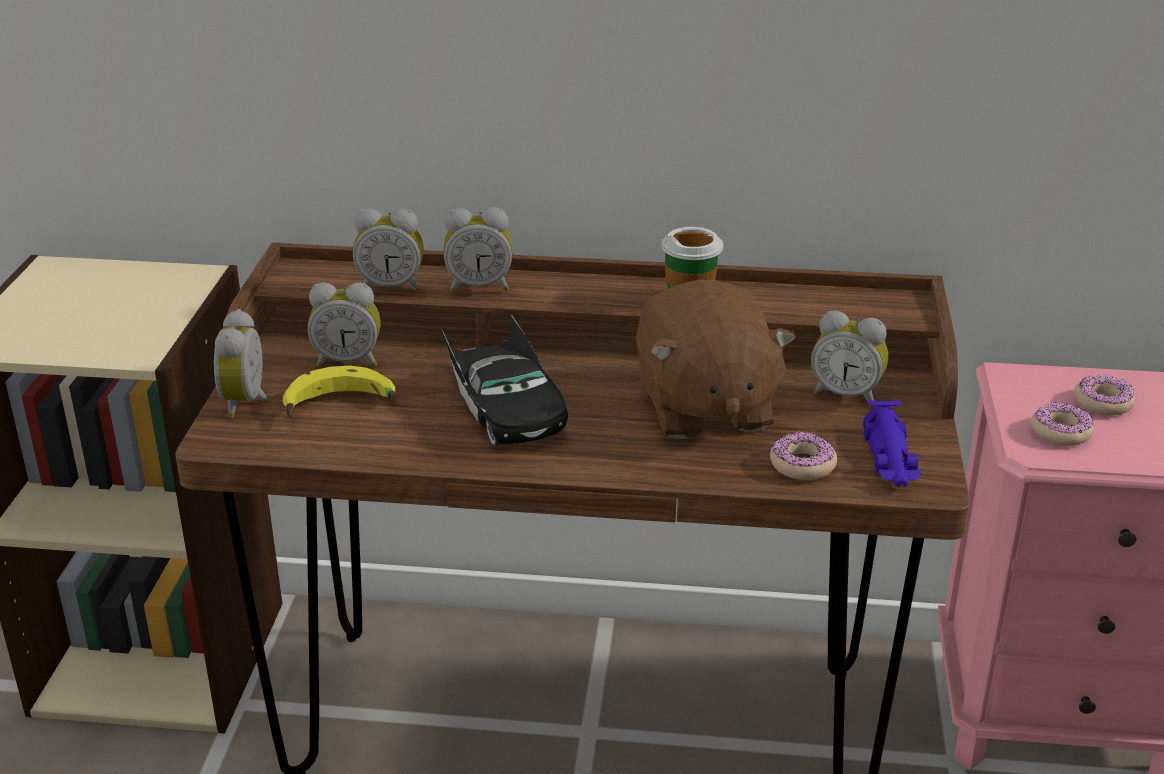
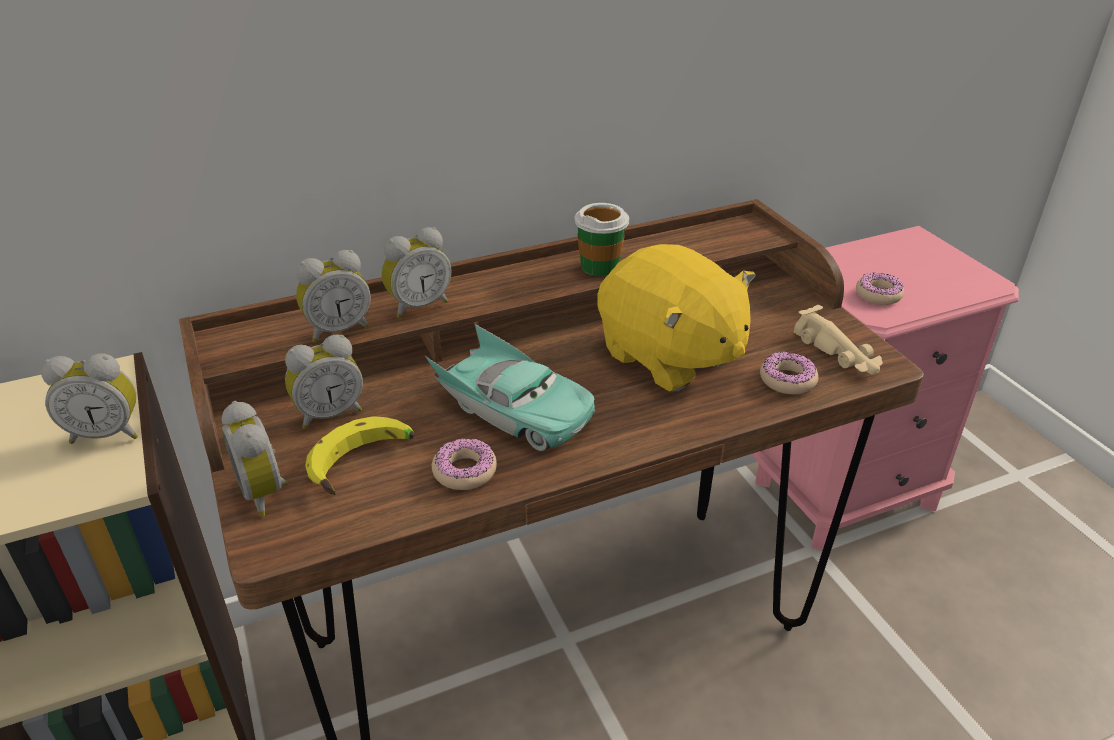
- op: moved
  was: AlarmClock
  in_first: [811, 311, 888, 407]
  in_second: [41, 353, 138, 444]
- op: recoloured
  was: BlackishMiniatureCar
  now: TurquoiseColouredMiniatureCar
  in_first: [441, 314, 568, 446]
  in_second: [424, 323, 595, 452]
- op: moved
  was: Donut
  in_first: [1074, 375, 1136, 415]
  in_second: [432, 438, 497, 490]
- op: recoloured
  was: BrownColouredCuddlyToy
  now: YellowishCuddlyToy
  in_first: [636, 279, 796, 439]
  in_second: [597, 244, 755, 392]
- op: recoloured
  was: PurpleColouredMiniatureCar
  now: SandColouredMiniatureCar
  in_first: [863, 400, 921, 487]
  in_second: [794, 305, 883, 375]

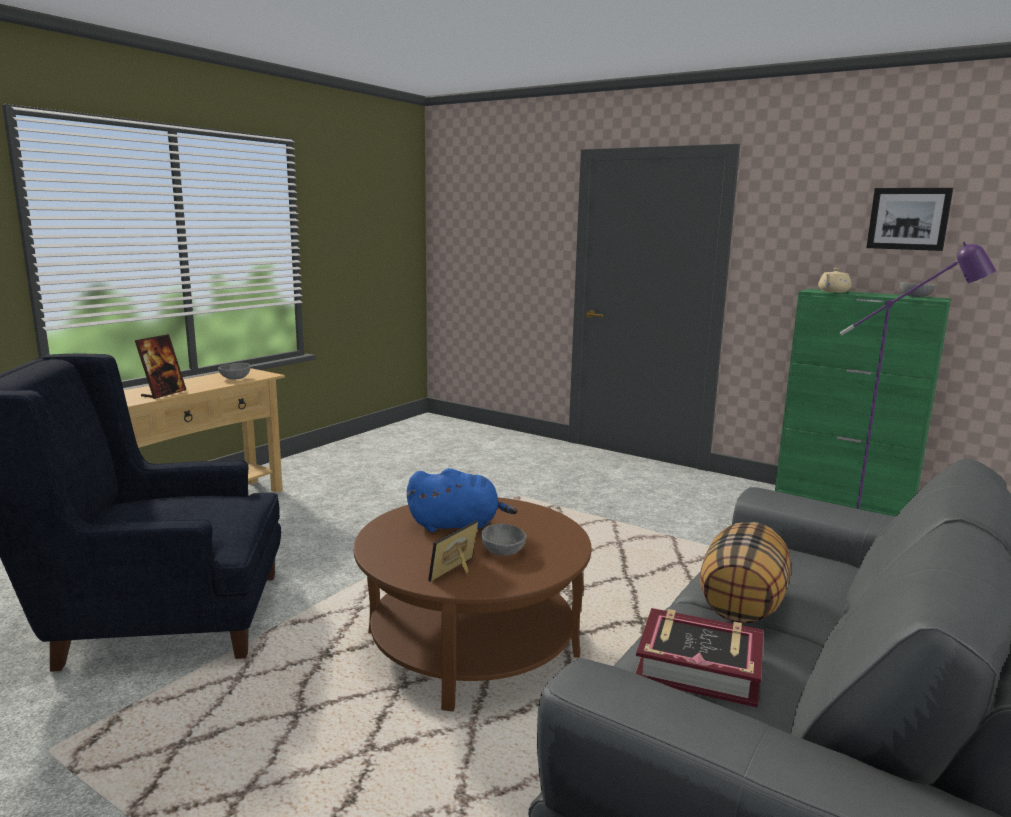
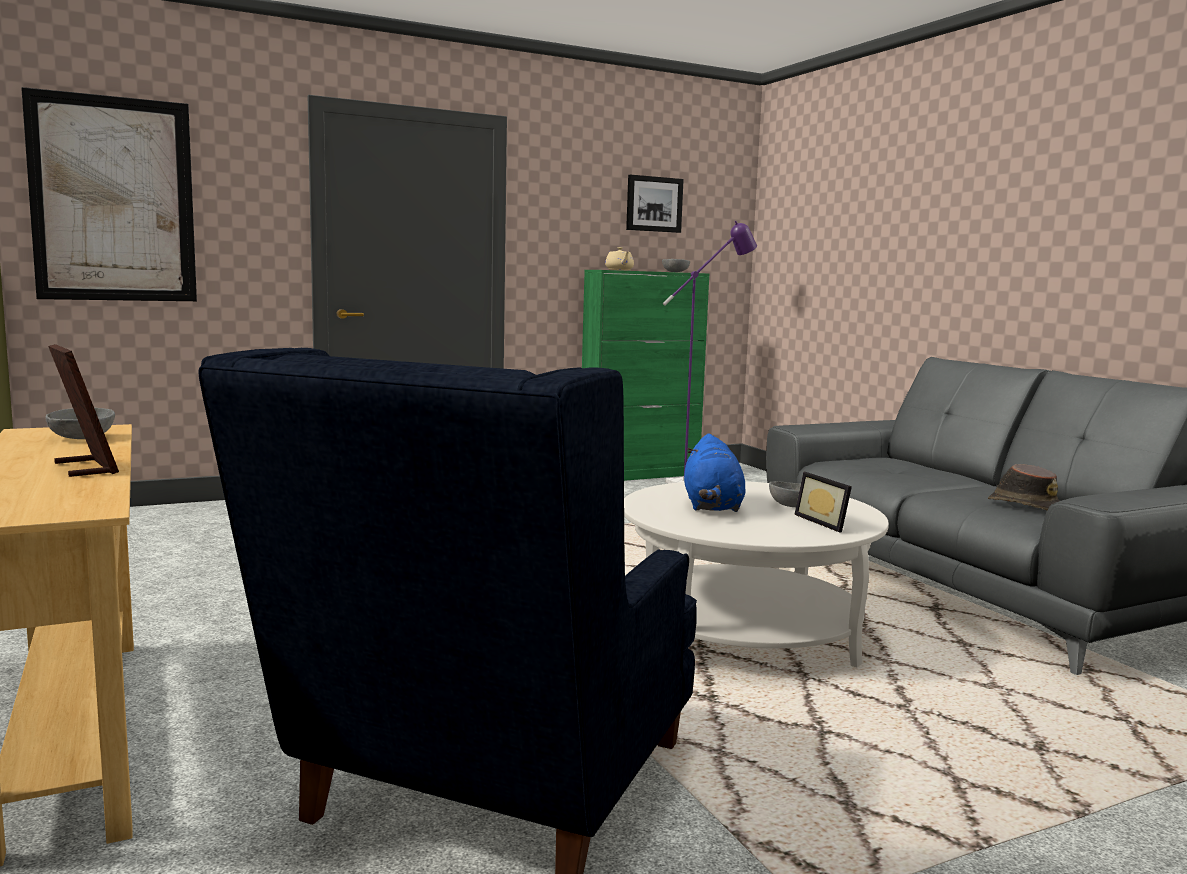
- op: added
  now: WallPicture
  in_second: [21, 87, 197, 301]
- op: recoloured
  was: BrownColouredLoungeTable
  now: WhitishLoungeTable
  in_first: [354, 497, 591, 712]
  in_second: [624, 481, 889, 667]
- op: turned
  was: BlueColouredCuddlyToy
  in_first: [407, 468, 517, 532]
  in_second: [684, 434, 746, 512]
  clockwise: 150
- op: replaced
  was: BoundBook
  now: BrownColouredClothingHat
  in_first: [635, 608, 763, 708]
  in_second: [988, 464, 1060, 510]
- op: removed
  was: ThrowPillow
  in_first: [700, 522, 791, 623]

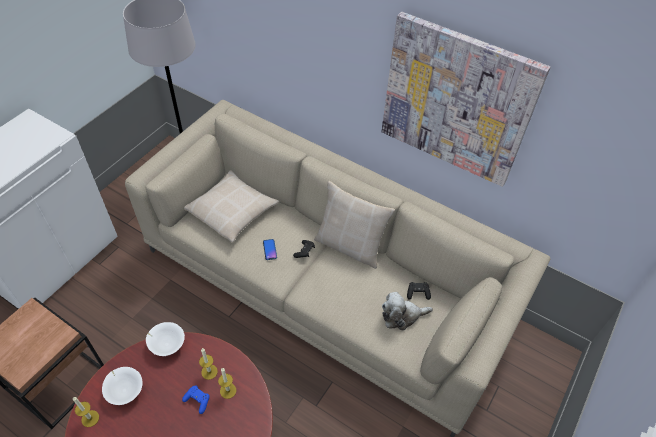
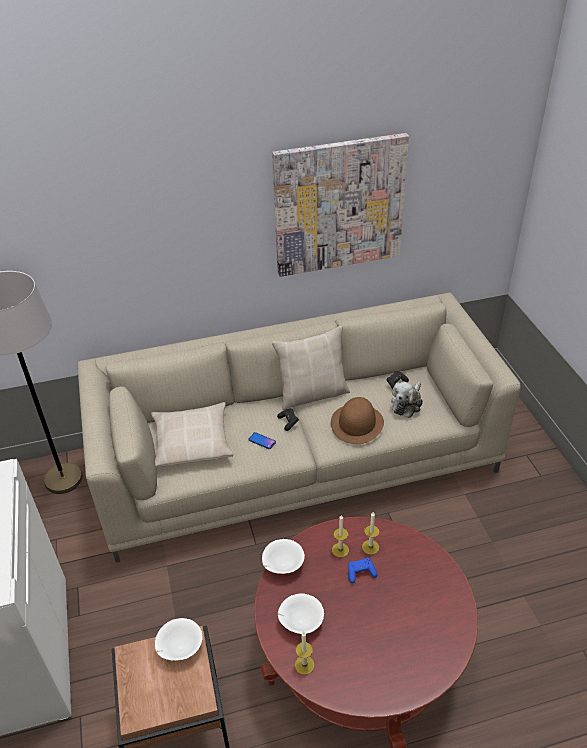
- op: added
  now: WhitishBowl
  in_second: [155, 618, 203, 661]
- op: added
  now: BrownColouredClothingHat
  in_second: [331, 397, 384, 444]

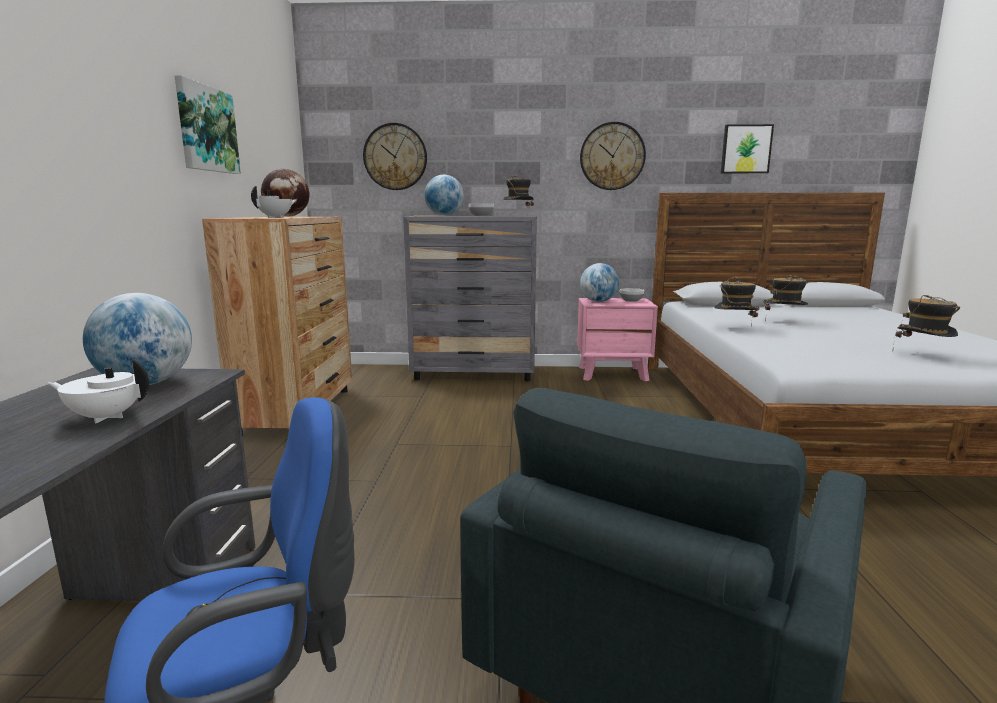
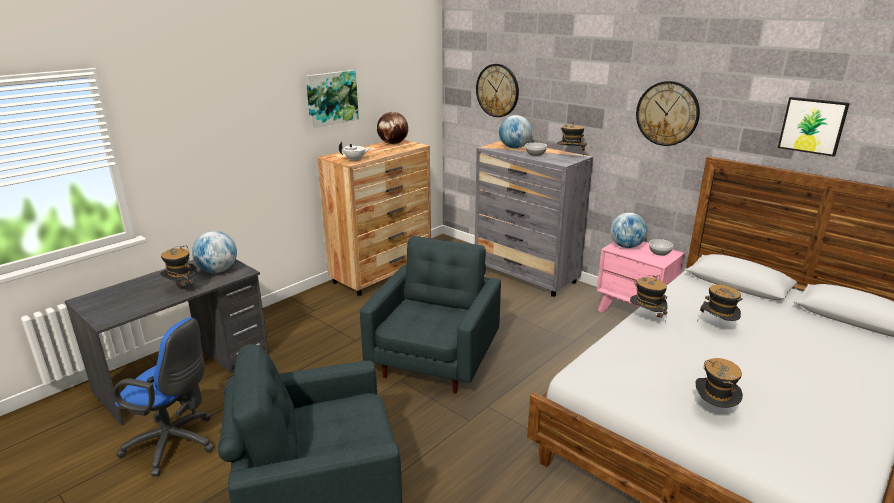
- op: replaced
  was: WhitishTeaPot
  now: ClothingHat
  in_first: [48, 359, 149, 423]
  in_second: [160, 246, 197, 291]
- op: added
  now: GrayArmchair
  in_second: [360, 236, 501, 393]

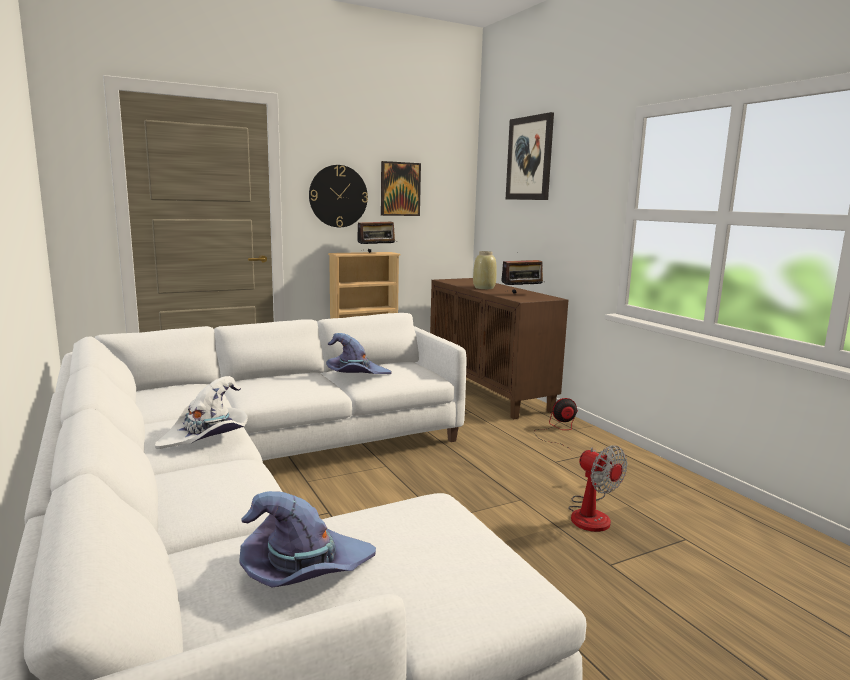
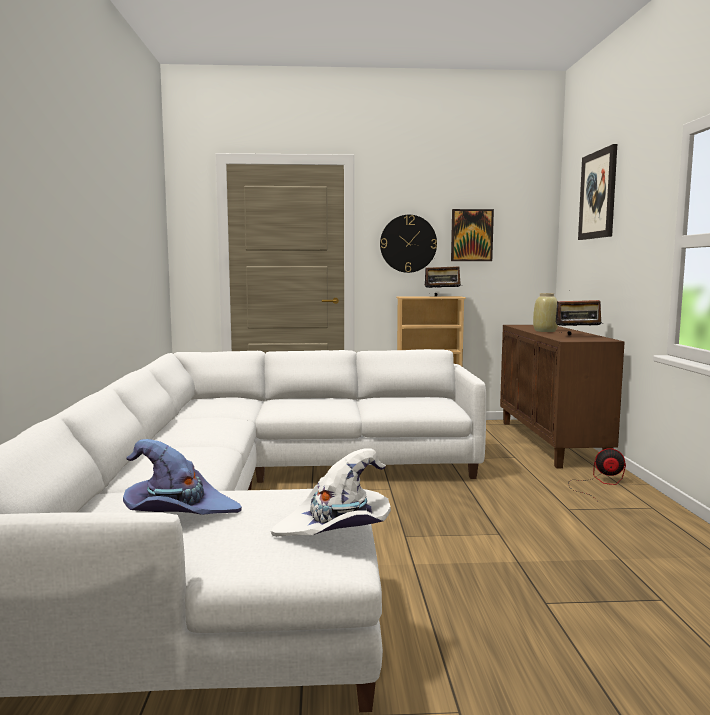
- op: moved
  was: WhitishClothingHat
  in_first: [155, 376, 248, 449]
  in_second: [271, 448, 391, 537]
- op: removed
  was: PurpleColouredClothingHat
  in_first: [326, 333, 392, 374]
- op: removed
  was: ElectricFan
  in_first: [568, 445, 628, 532]

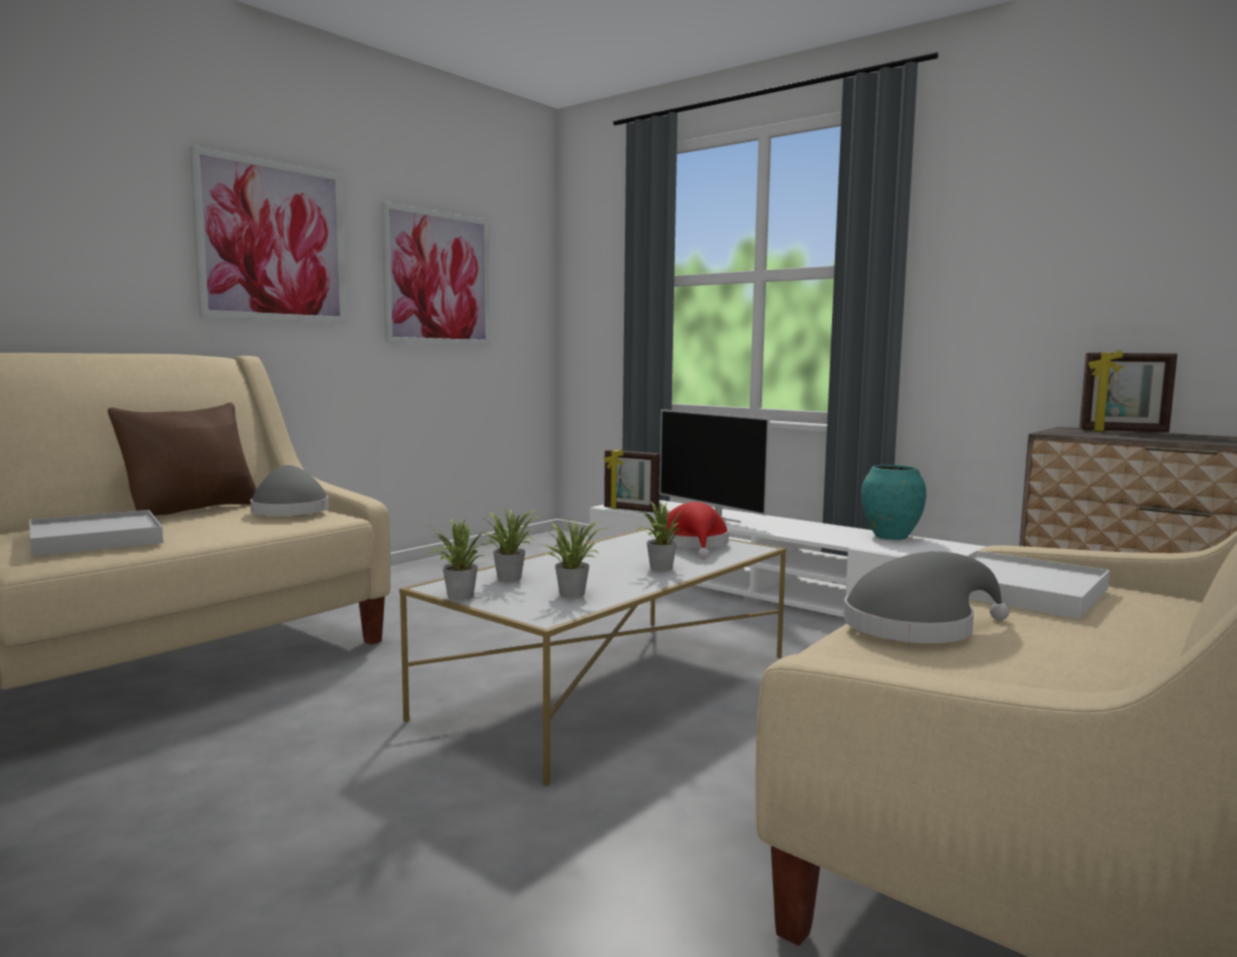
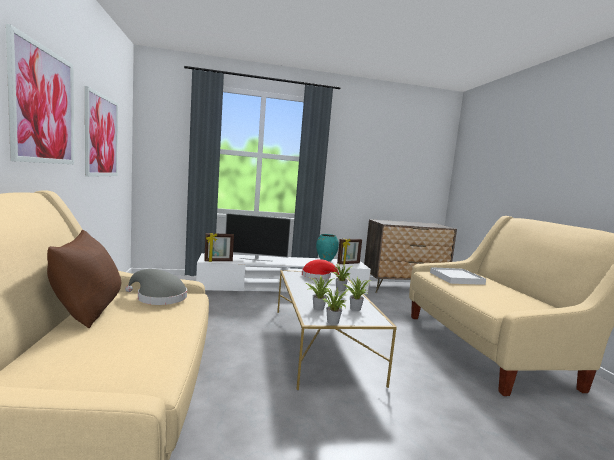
- op: moved
  was: PictureFrame
  in_first: [1079, 349, 1177, 433]
  in_second: [337, 239, 362, 265]
- op: removed
  was: WhitishCarryingTray
  in_first: [29, 510, 163, 556]
- op: removed
  was: GrayClothingHat
  in_first: [844, 552, 1009, 643]

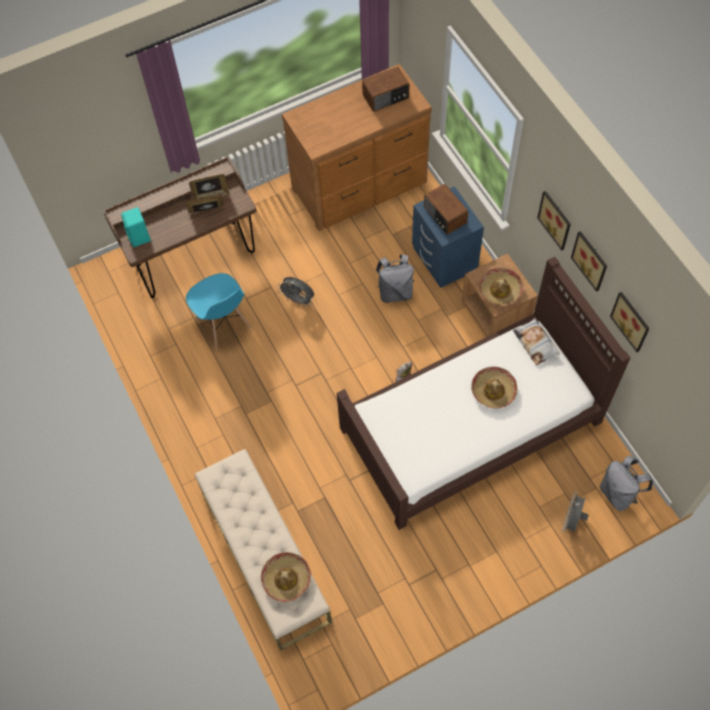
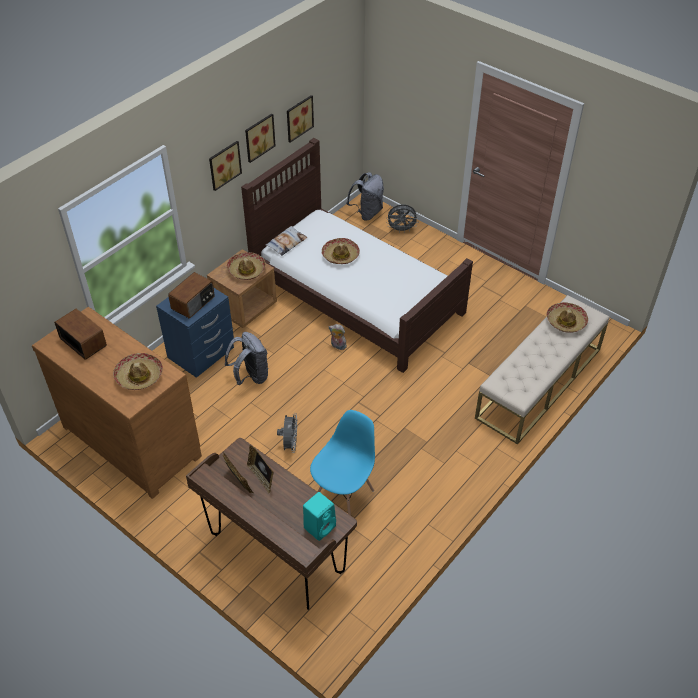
- op: added
  now: ClothingHat
  in_second: [113, 353, 163, 390]

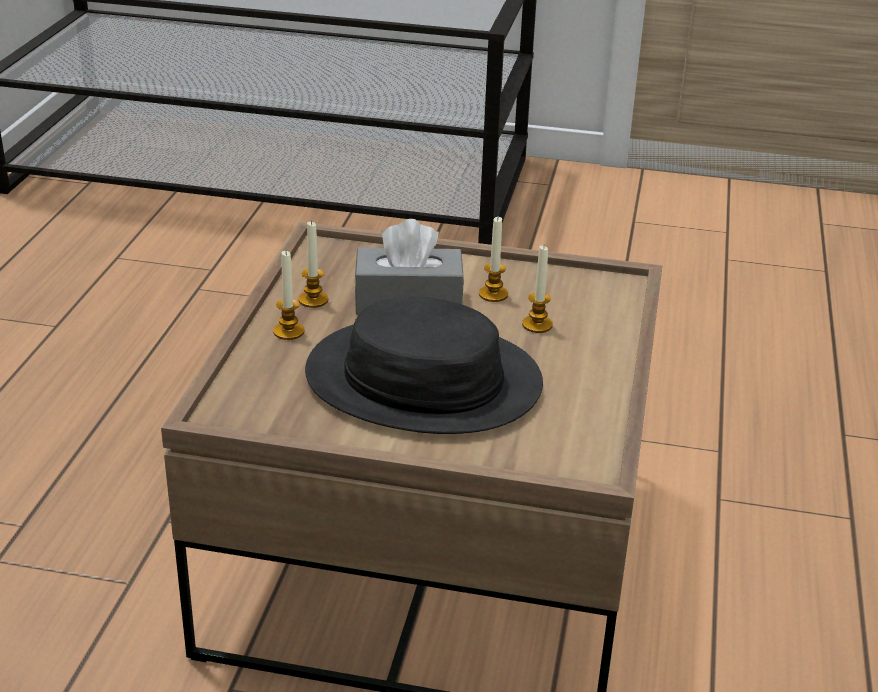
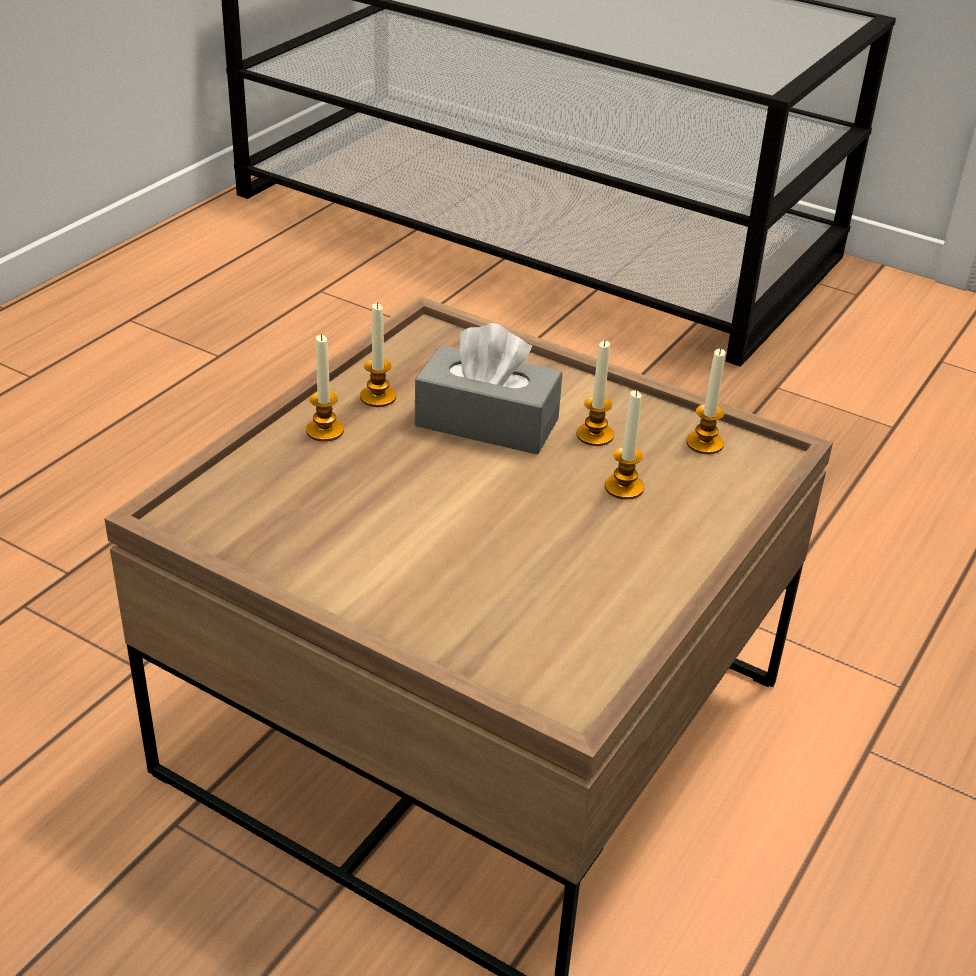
- op: added
  now: WaxLight
  in_second: [686, 348, 725, 454]
- op: removed
  was: BlackishClothingHat
  in_first: [305, 297, 543, 434]

